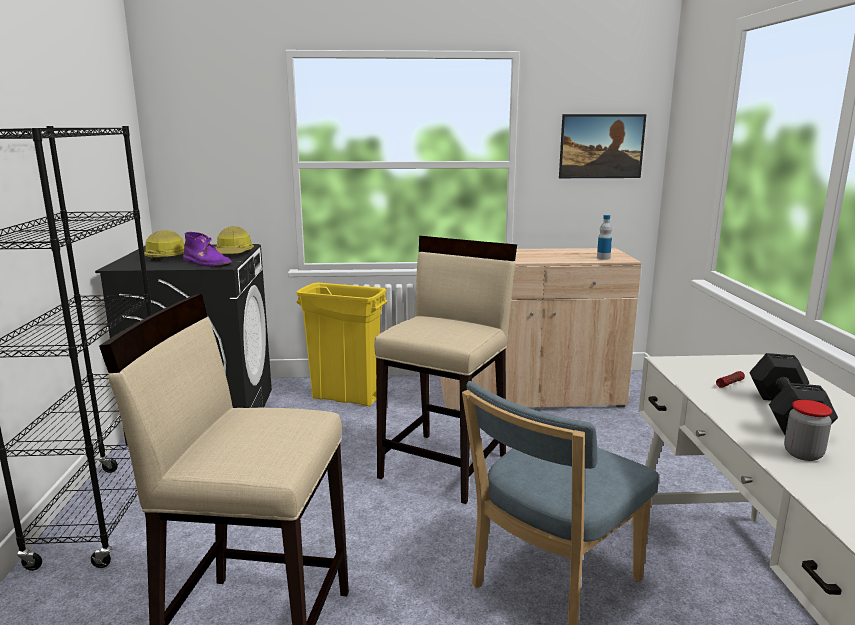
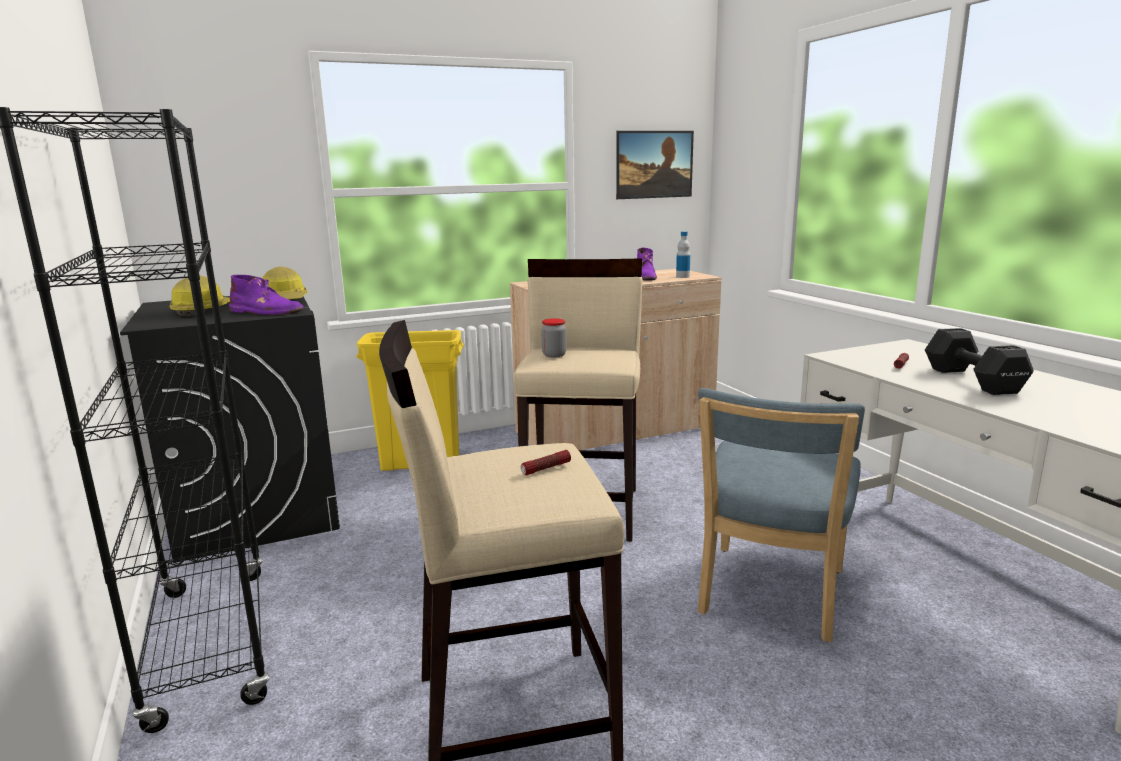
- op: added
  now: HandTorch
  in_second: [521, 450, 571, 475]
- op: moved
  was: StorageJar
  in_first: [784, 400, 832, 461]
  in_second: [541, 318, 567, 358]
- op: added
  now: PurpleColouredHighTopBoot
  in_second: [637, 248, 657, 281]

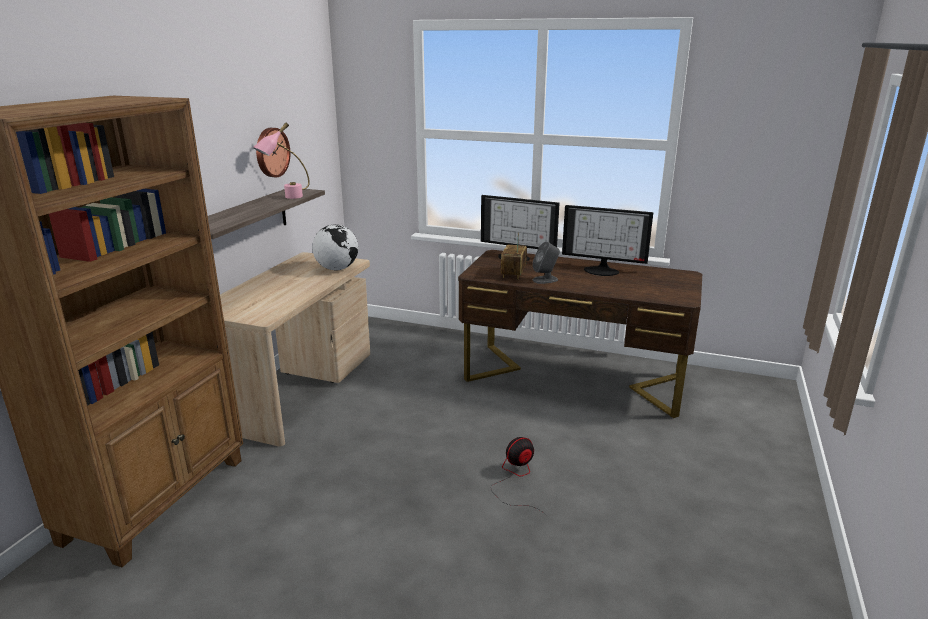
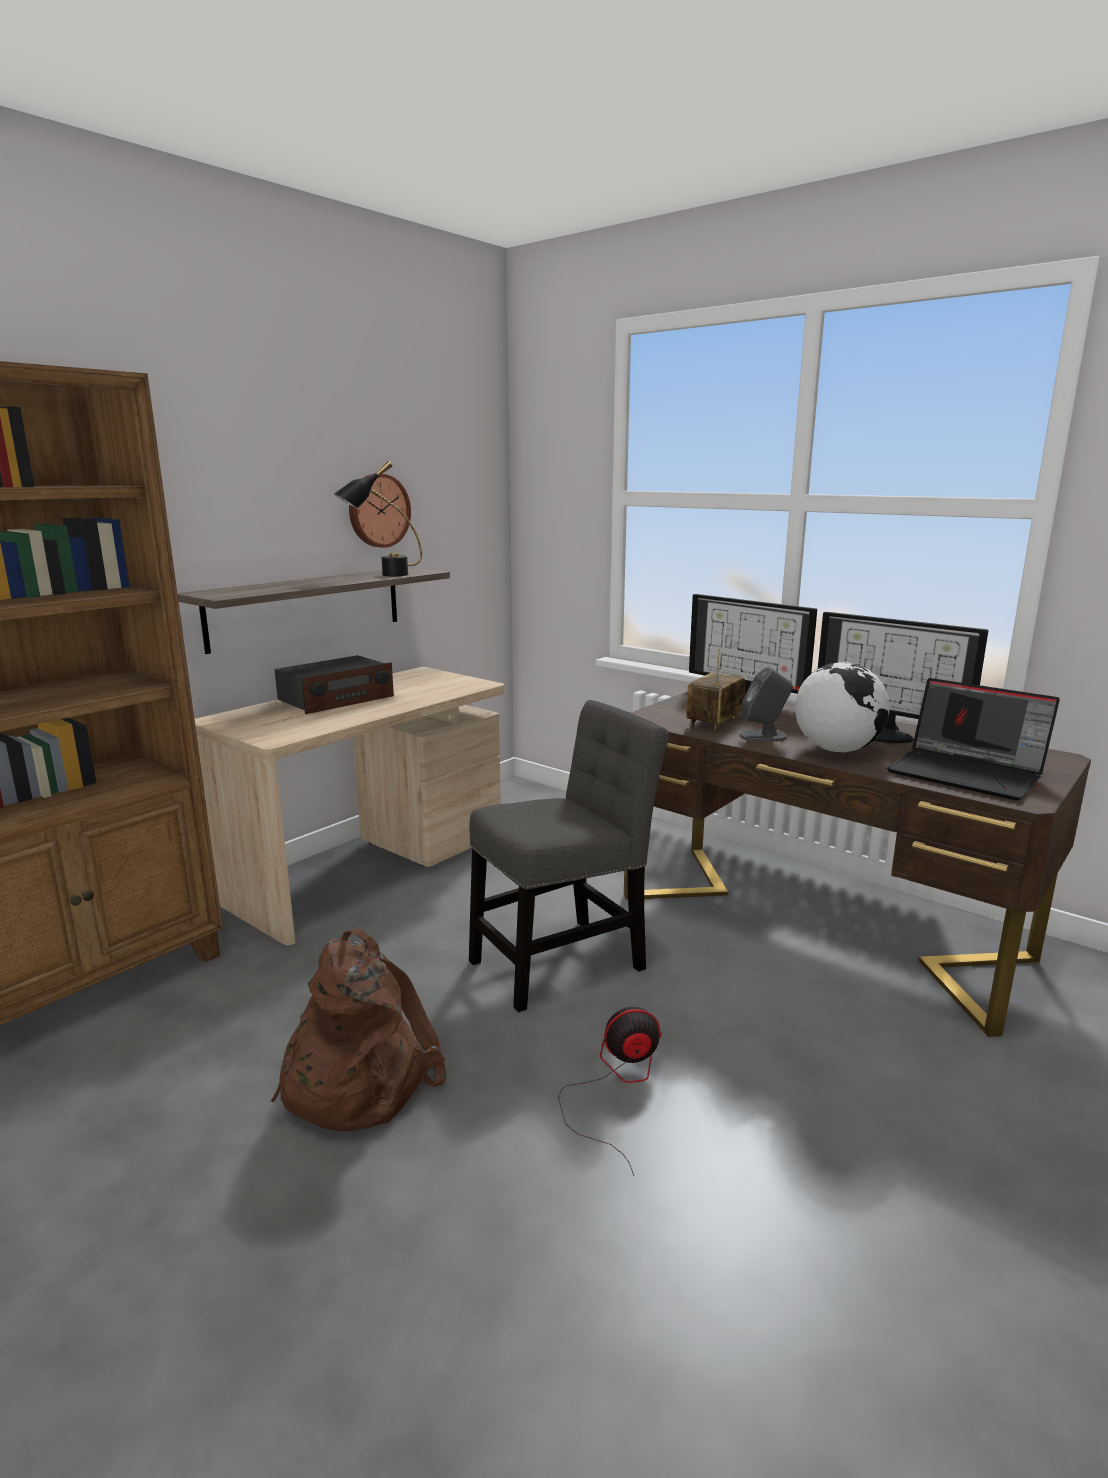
- op: added
  now: BrownColouredKnapsack
  in_second: [271, 929, 447, 1131]
- op: added
  now: RadioSet
  in_second: [275, 655, 394, 714]
- op: recoloured
  was: PinkishTableLamp
  now: BlackishTableLamp
  in_first: [253, 122, 310, 199]
  in_second: [334, 461, 422, 577]
- op: added
  now: GrayUprightChair
  in_second: [469, 700, 669, 1012]
- op: moved
  was: DeskGlobe
  in_first: [312, 225, 358, 270]
  in_second: [795, 662, 890, 753]
- op: added
  now: NotebookComputer
  in_second: [887, 678, 1060, 801]

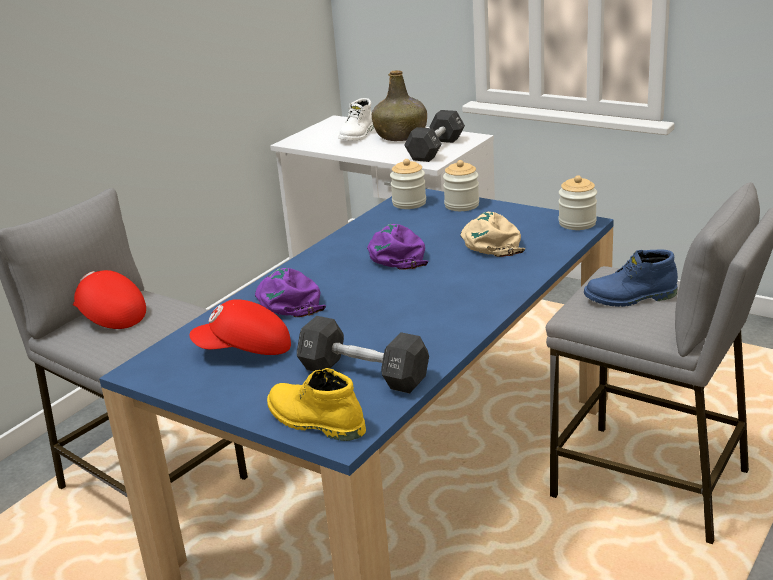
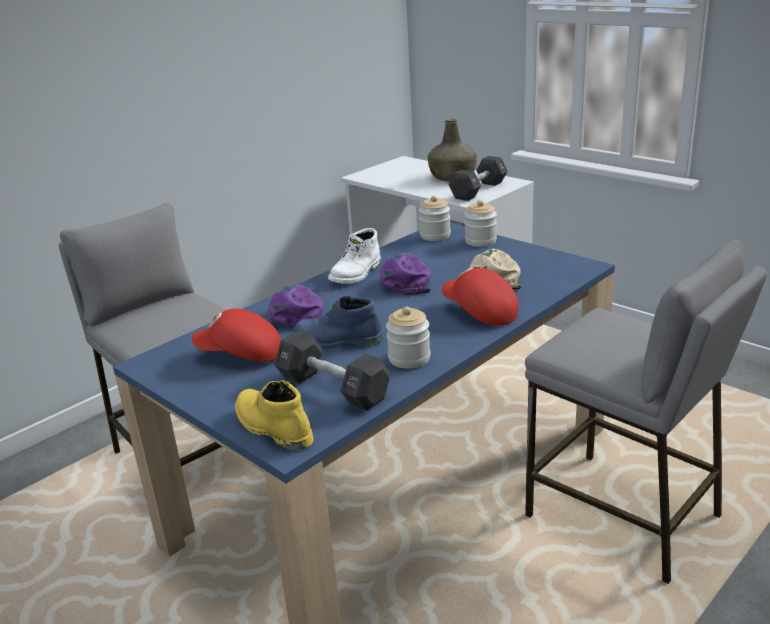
- op: moved
  was: BlueColouredHighTopBoot
  in_first: [584, 249, 678, 307]
  in_second: [293, 296, 383, 349]
- op: moved
  was: WhitishHighTopBoot
  in_first: [338, 98, 374, 141]
  in_second: [328, 228, 381, 284]
- op: moved
  was: StorageJar
  in_first: [558, 175, 597, 230]
  in_second: [386, 307, 430, 369]
- op: moved
  was: RedColouredPeakedCap
  in_first: [73, 270, 146, 329]
  in_second: [442, 268, 519, 326]

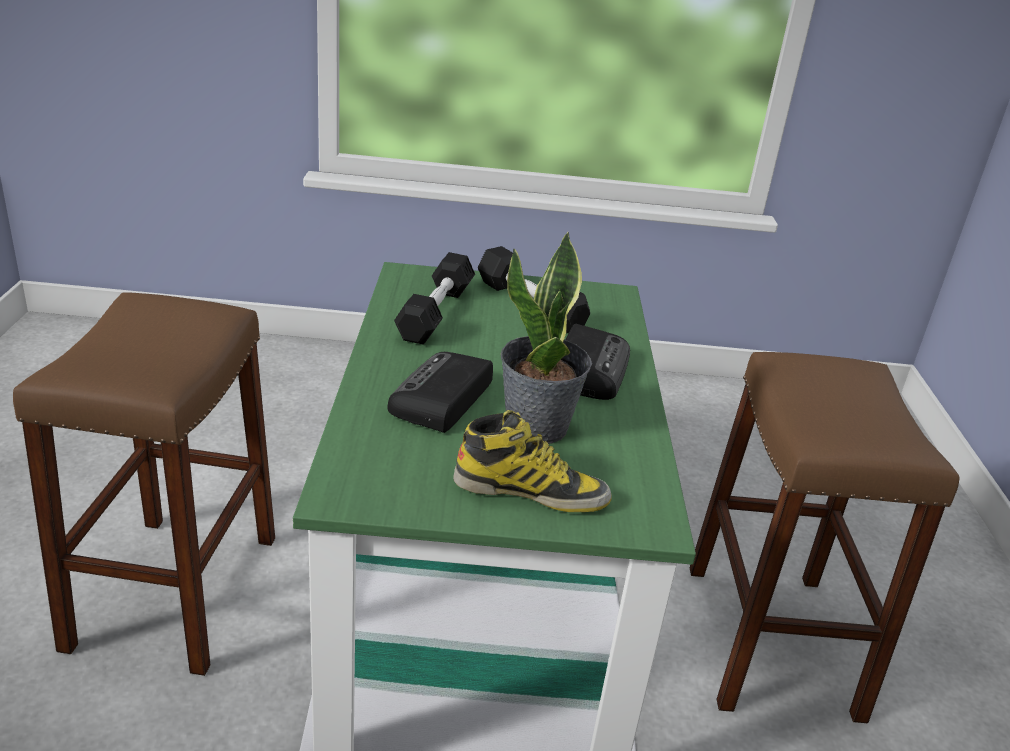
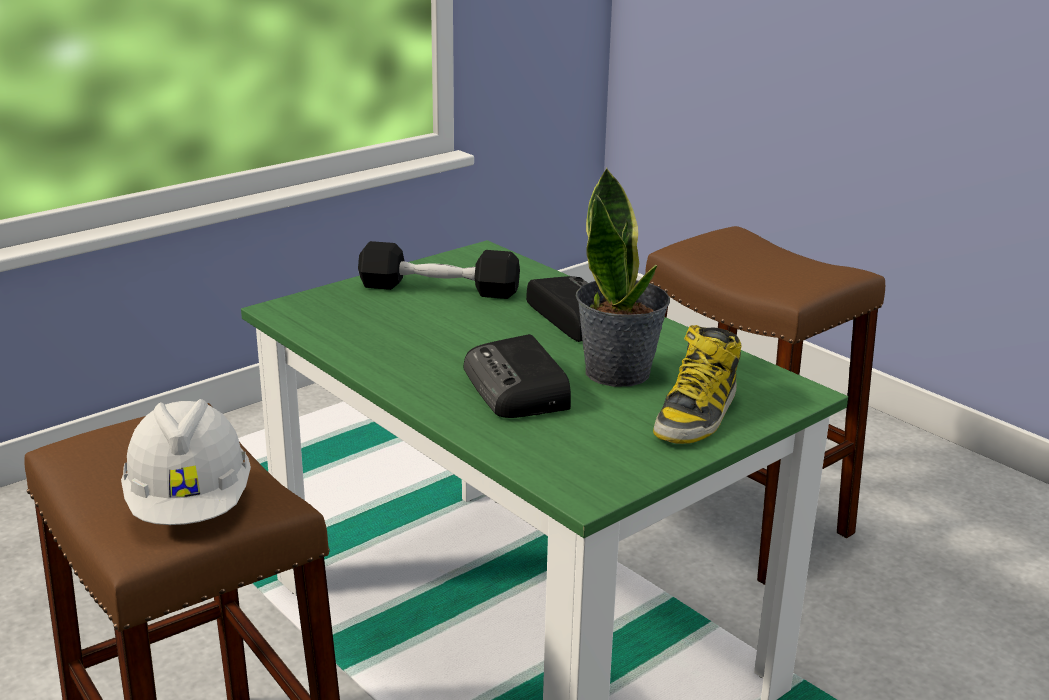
- op: added
  now: WhitishSafetyHelmet
  in_second: [121, 399, 251, 525]
- op: turned
  was: HighTopBoot
  in_first: [453, 410, 612, 512]
  in_second: [653, 325, 742, 444]
  clockwise: 150
- op: removed
  was: BlackishDumbbell
  in_first: [394, 252, 475, 345]

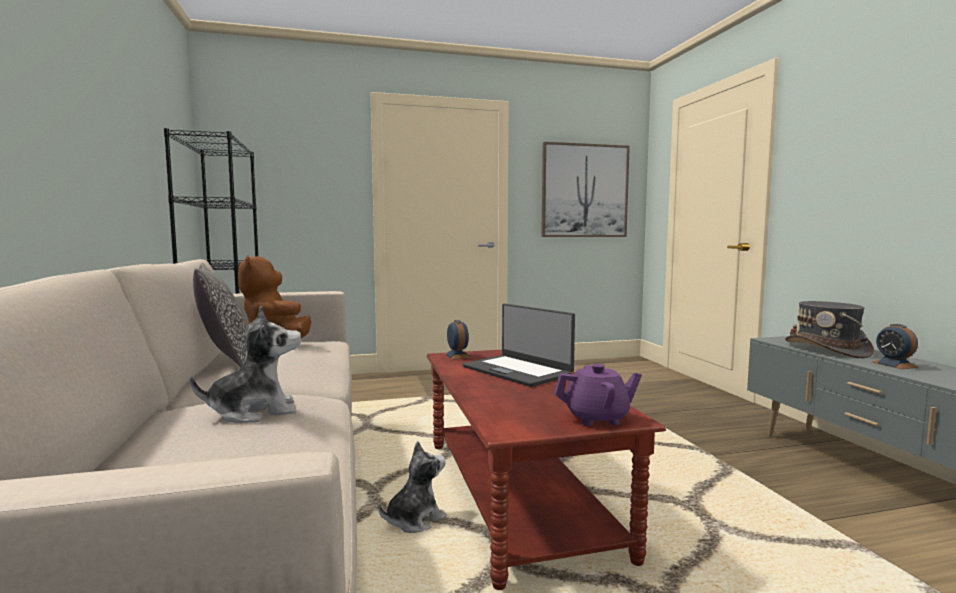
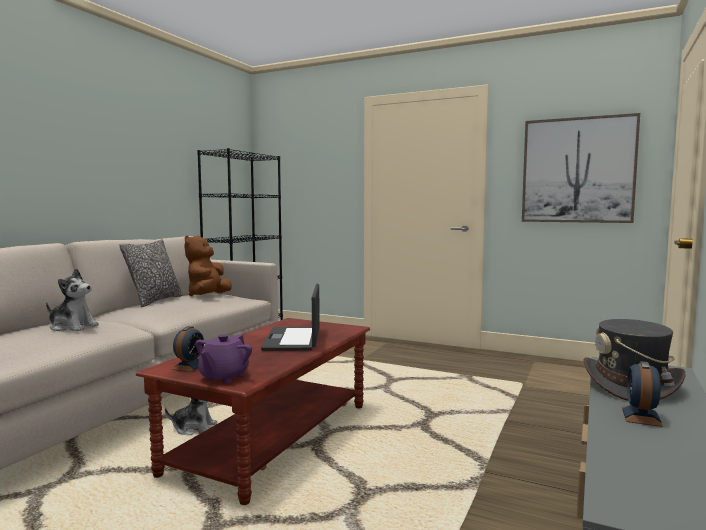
- op: moved
  was: AlarmClock
  in_first: [445, 320, 471, 360]
  in_second: [171, 326, 204, 372]
- op: turned
  was: PurpleColouredTeaPot
  in_first: [554, 364, 642, 426]
  in_second: [195, 334, 252, 383]
  clockwise: 75

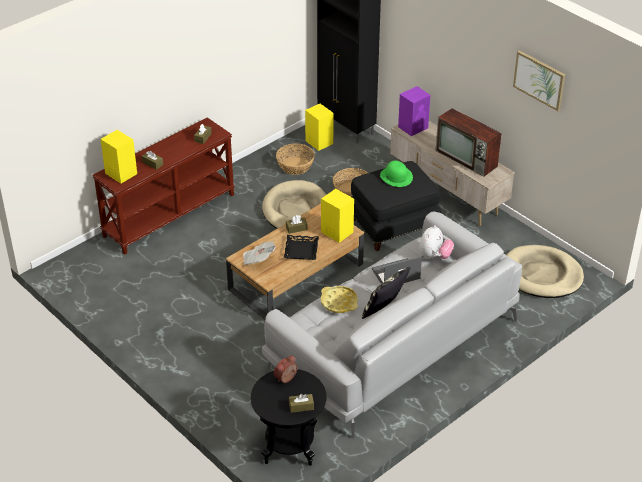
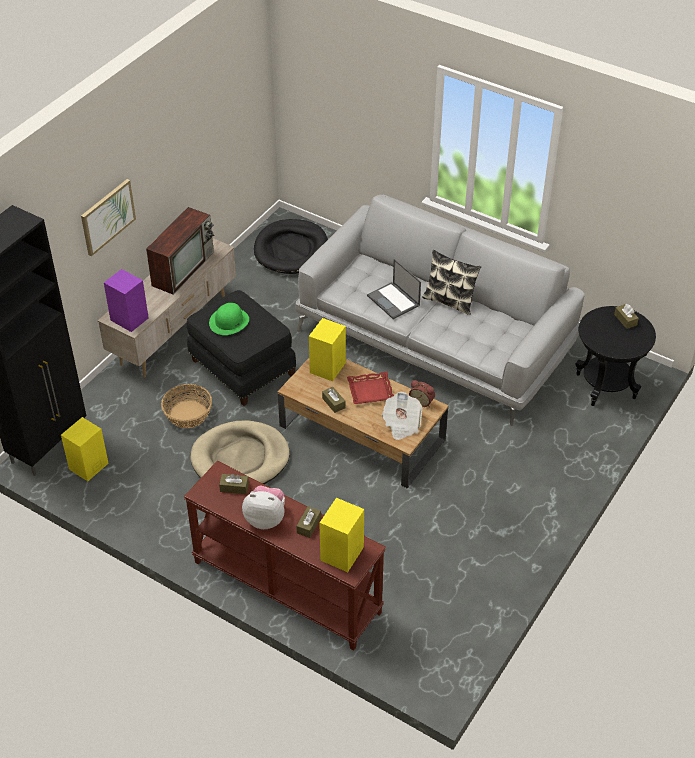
- op: moved
  was: WallPicture
  in_first: [513, 50, 565, 111]
  in_second: [81, 179, 136, 256]
- op: moved
  was: CuddlyToy
  in_first: [419, 225, 454, 259]
  in_second: [242, 486, 285, 529]
- op: recoloured
  was: SandColouredPetBed
  now: BlackishPetBed
  in_first: [507, 245, 584, 298]
  in_second: [254, 219, 328, 274]
- op: recoloured
  was: BlackishCarryingTray
  now: RedColouredCarryingTray
  in_first: [284, 235, 319, 260]
  in_second: [347, 372, 394, 404]
- op: moved
  was: AlarmClock
  in_first: [274, 355, 298, 383]
  in_second: [409, 380, 435, 407]
- op: removed
  was: Basket
  in_first: [276, 143, 315, 175]
- op: removed
  was: YellowishCarryingTray
  in_first: [321, 286, 358, 313]

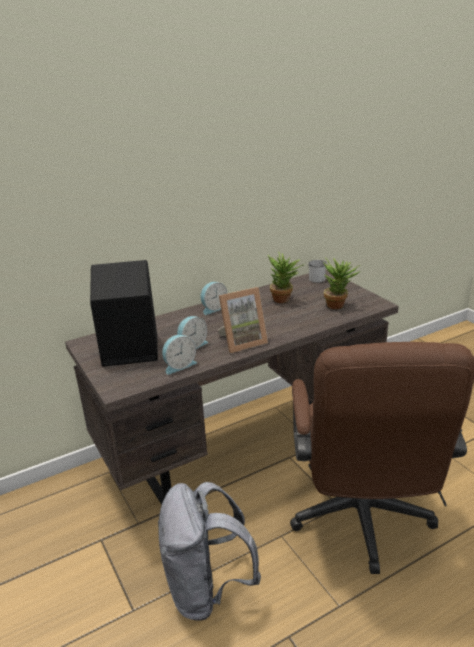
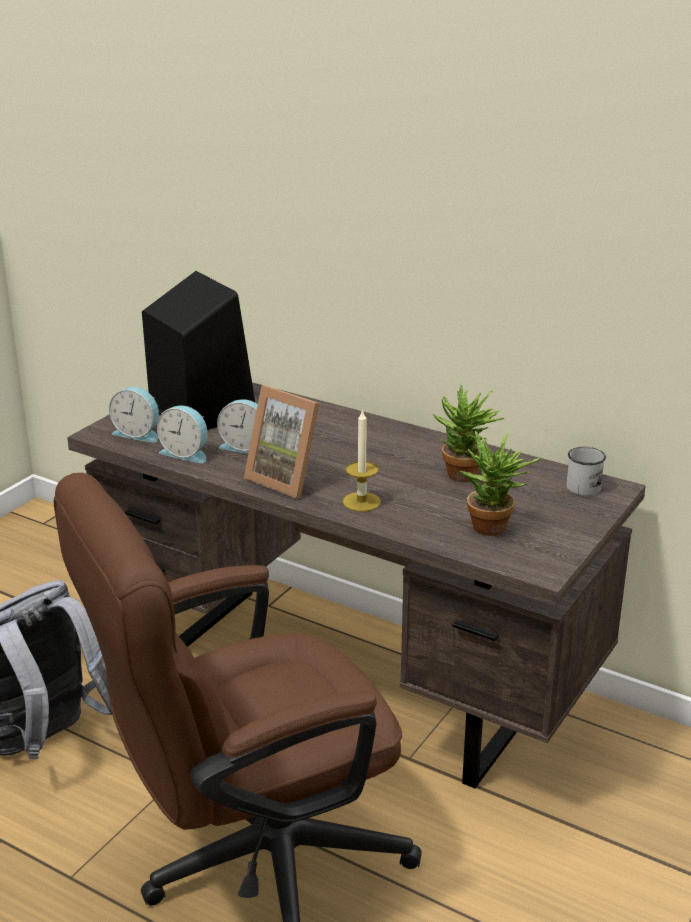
- op: moved
  was: AlarmClock
  in_first: [200, 282, 228, 315]
  in_second: [109, 387, 159, 442]
- op: added
  now: WaxLight
  in_second: [343, 409, 381, 512]

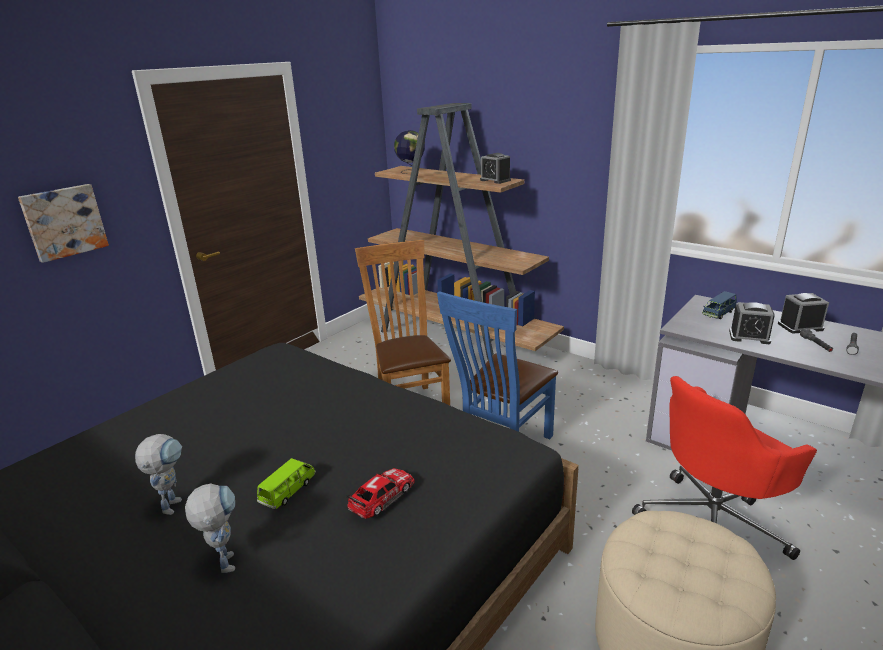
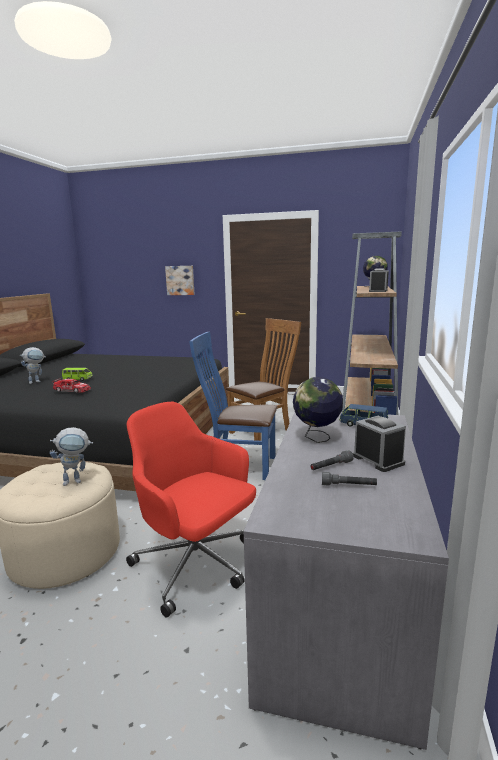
- op: moved
  was: ModelRobot
  in_first: [135, 434, 182, 515]
  in_second: [50, 427, 93, 486]
- op: replaced
  was: AlarmClock
  now: DeskGlobe
  in_first: [729, 302, 775, 344]
  in_second: [293, 377, 343, 443]

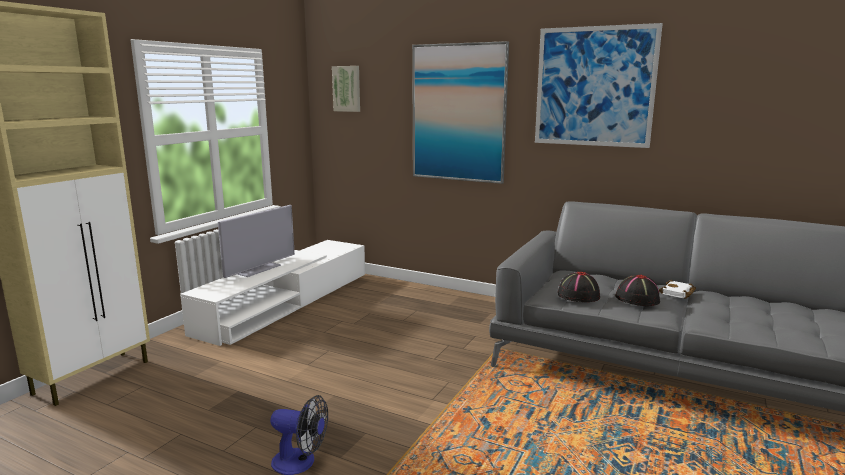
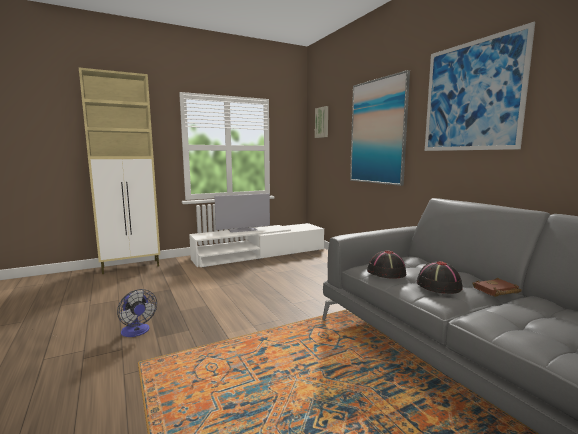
- op: recoloured
  was: WhitishBoundBook
  now: BrownColouredBoundBook
  in_first: [659, 280, 696, 299]
  in_second: [472, 278, 521, 297]

